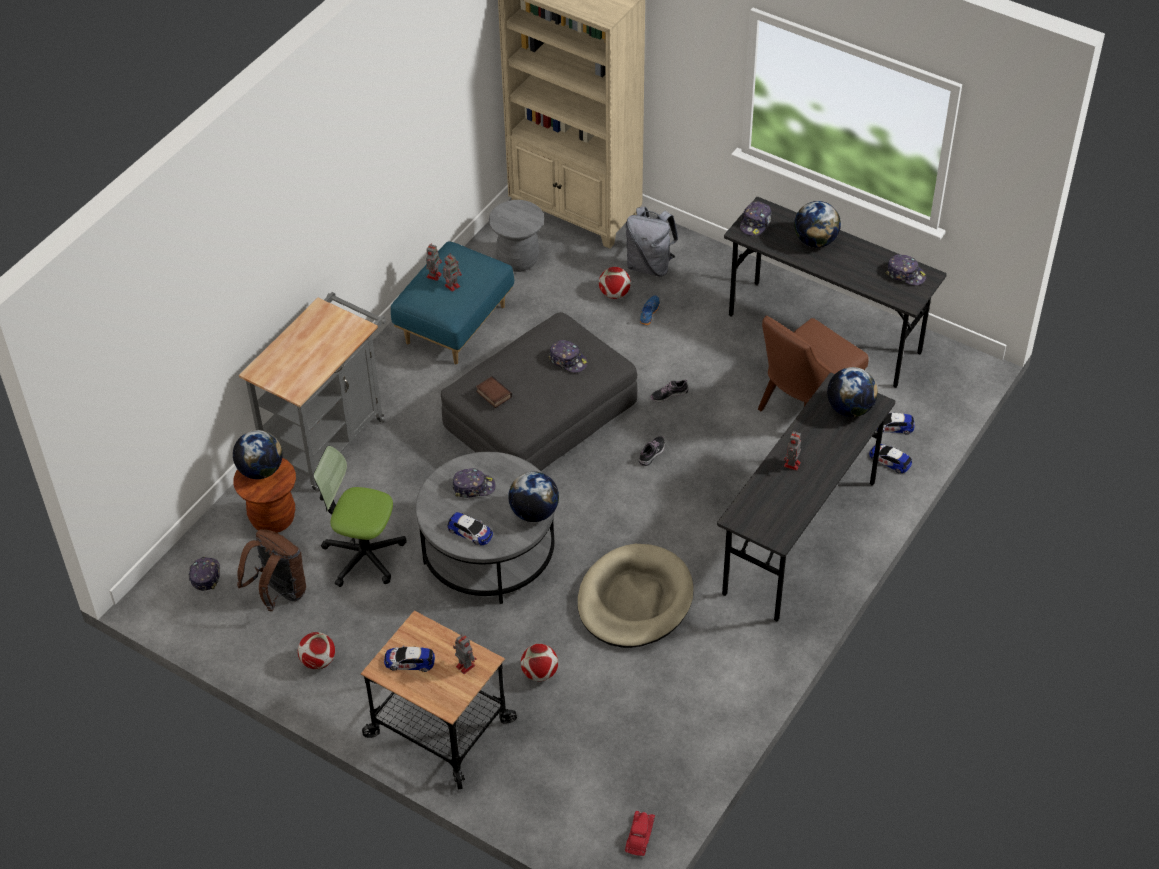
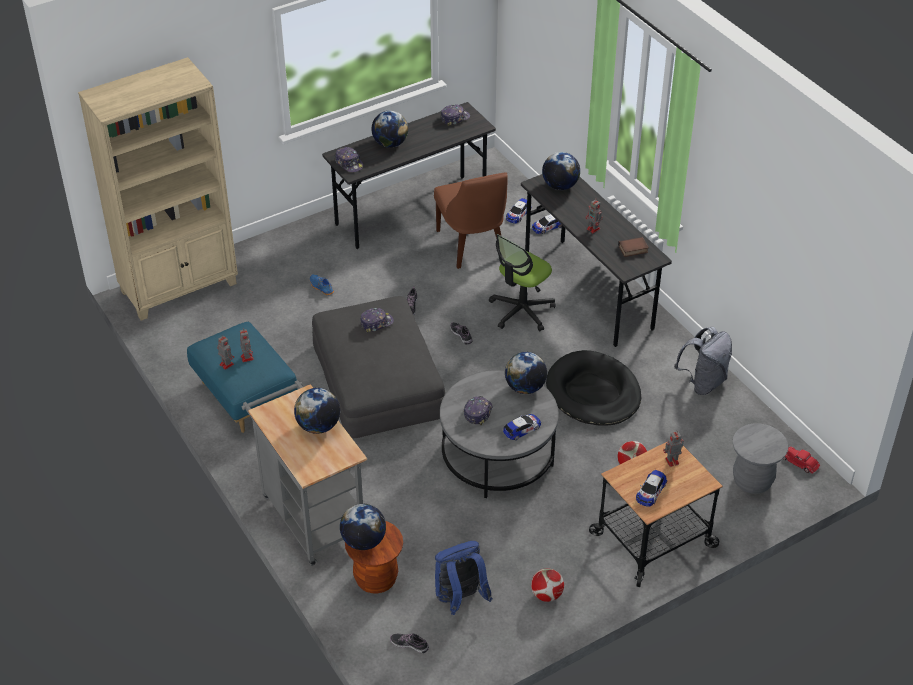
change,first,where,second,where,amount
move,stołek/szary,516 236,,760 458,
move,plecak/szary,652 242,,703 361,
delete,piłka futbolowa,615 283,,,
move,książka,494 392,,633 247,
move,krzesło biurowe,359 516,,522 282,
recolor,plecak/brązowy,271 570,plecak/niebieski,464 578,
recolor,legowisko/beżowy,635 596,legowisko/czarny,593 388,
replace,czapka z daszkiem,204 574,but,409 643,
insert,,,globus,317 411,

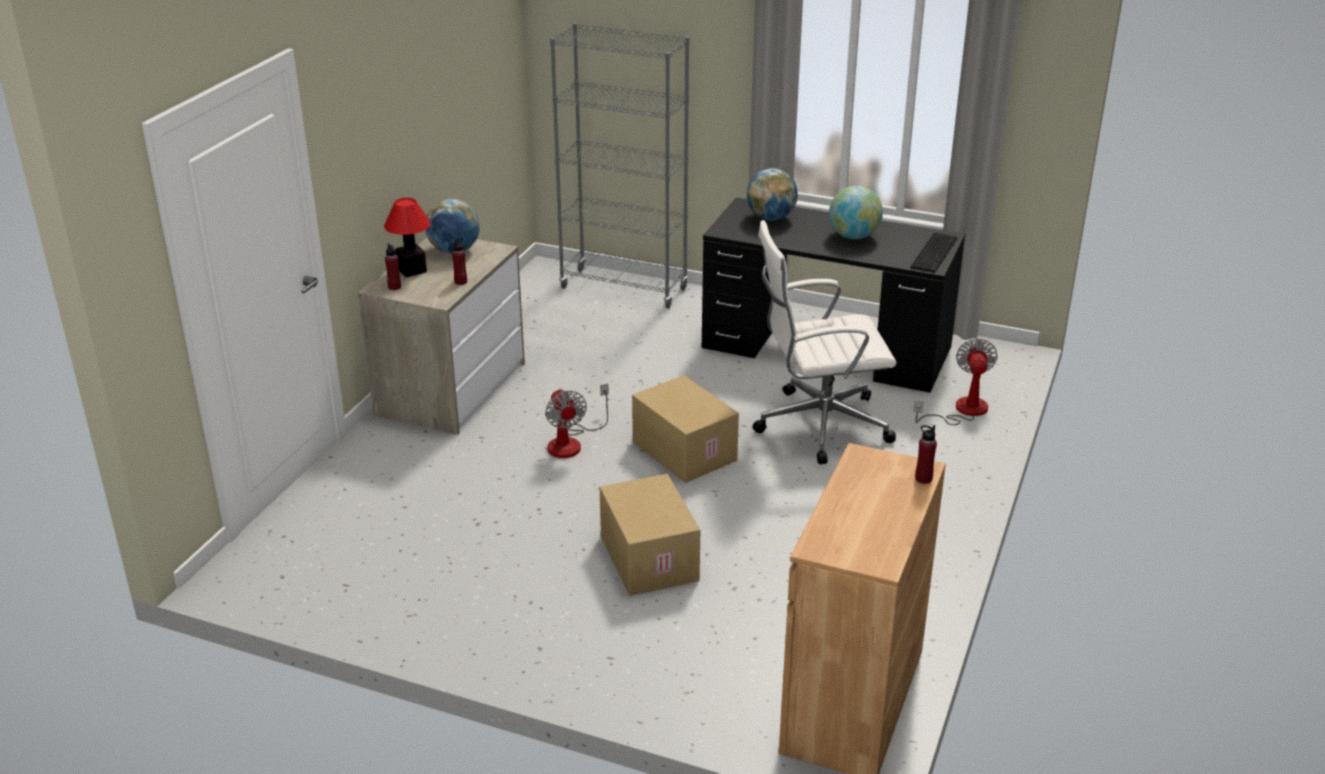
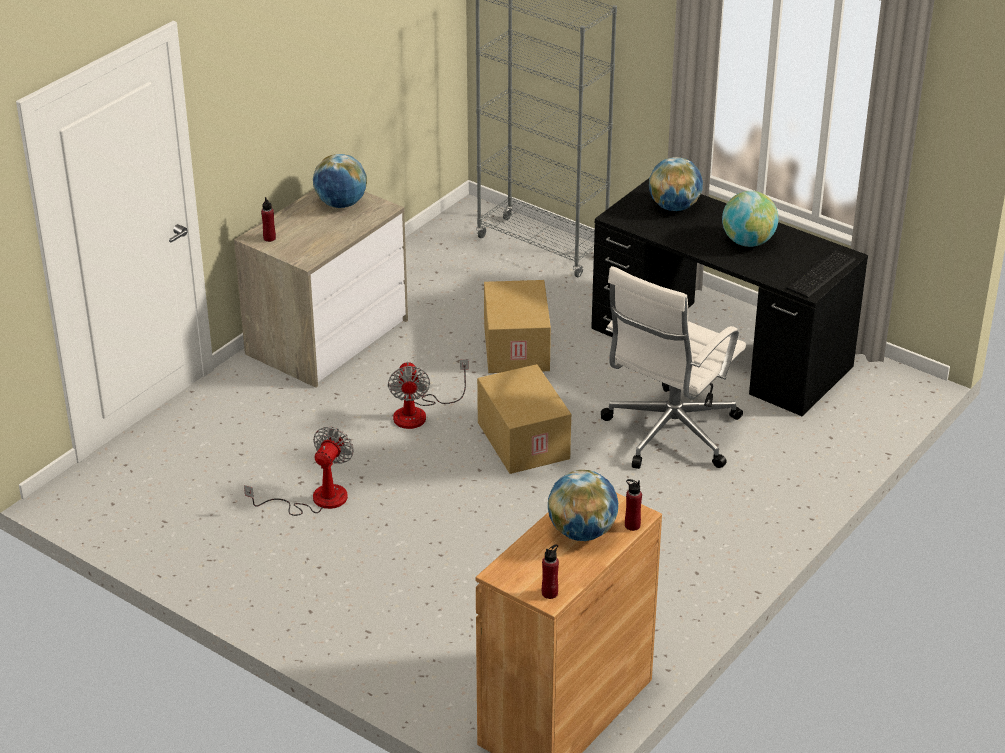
change,first,where,second,where,amount
delete,lampa stołowa,407 237,,,
rotate,krzesło biurowe/biały,824 342,,673 367,60 degrees counterclockwise
move,butelka/czerwony,459 261,,550 571,
move,wentylator,955 381,,299 471,
move,karton,650 535,,517 326,
insert,,,globus,583 505,

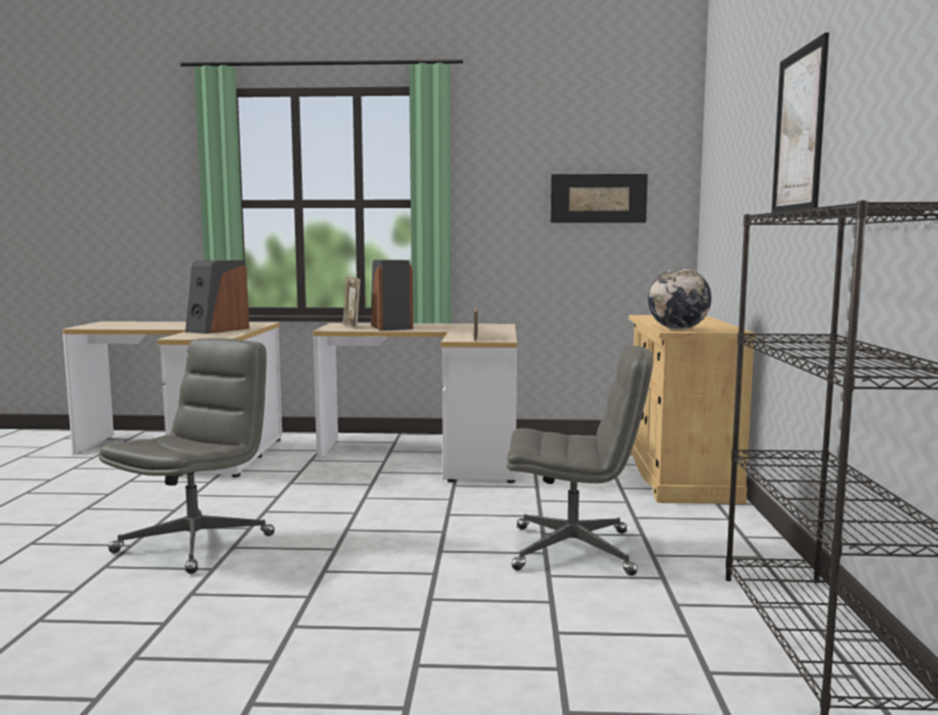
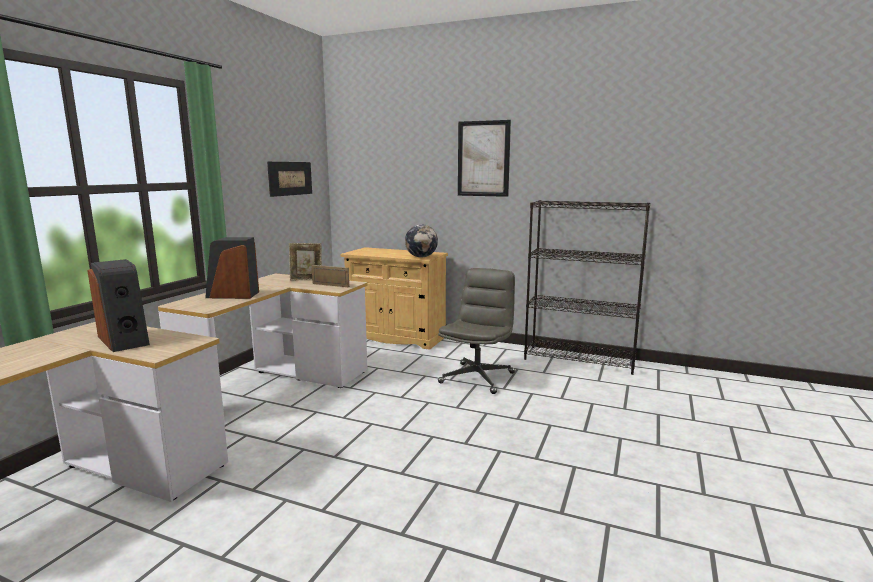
change,first,where,second,where,amount
move,ramka na zdjęcie,351 302,,305 262,
delete,krzesło biurowe/szary,187 456,,,

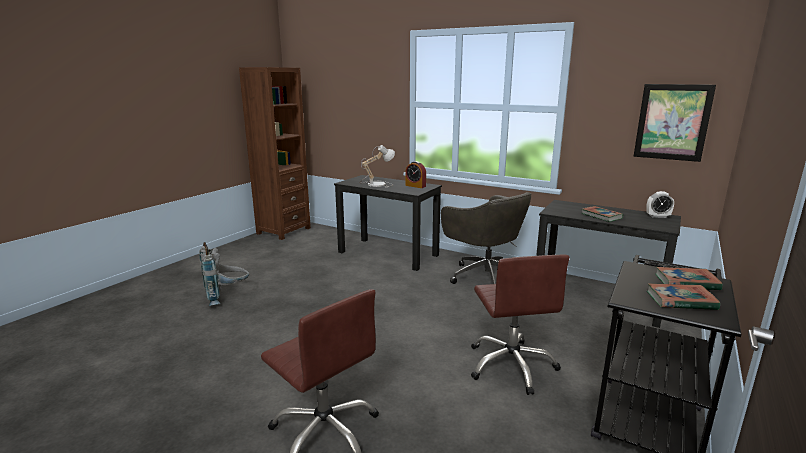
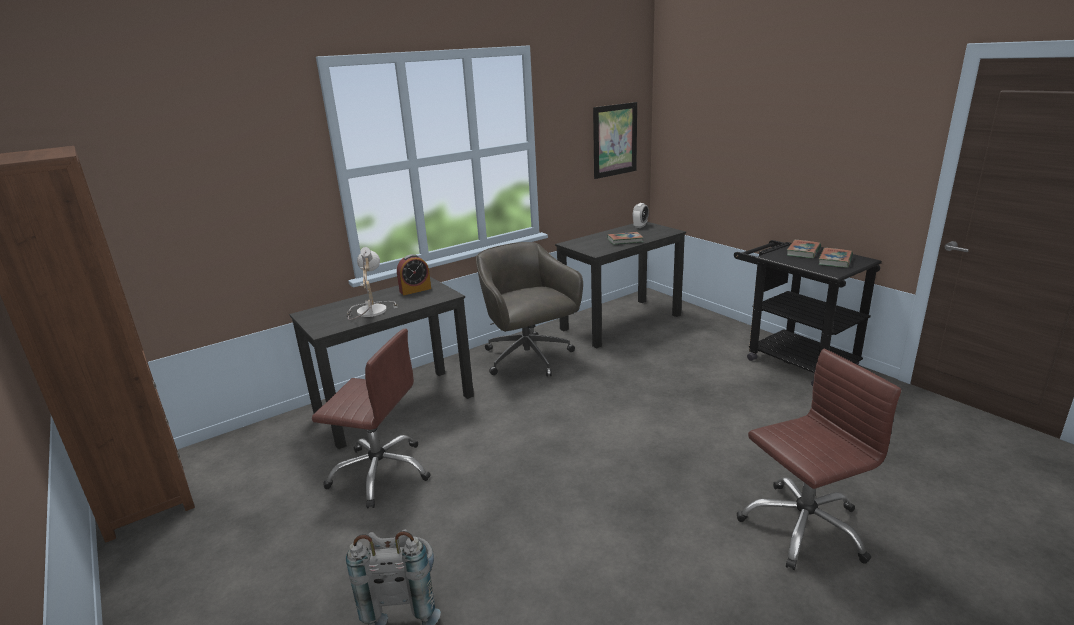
change,first,where,second,where,amount
rotate,krzesło biurowe/szary,486 238,,529 309,105 degrees counterclockwise
move,krzesło biurowe/brązowy,520 325,,371 418,

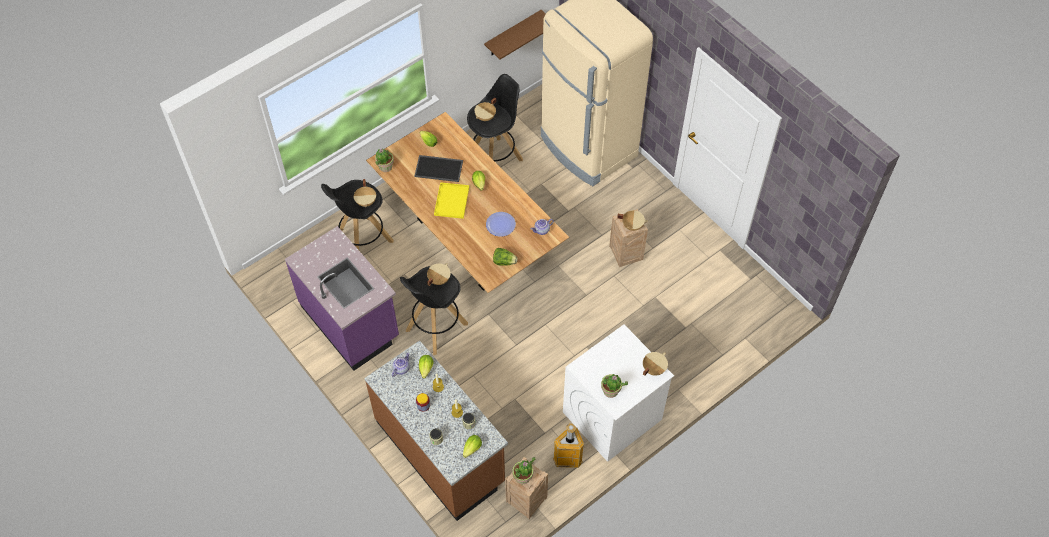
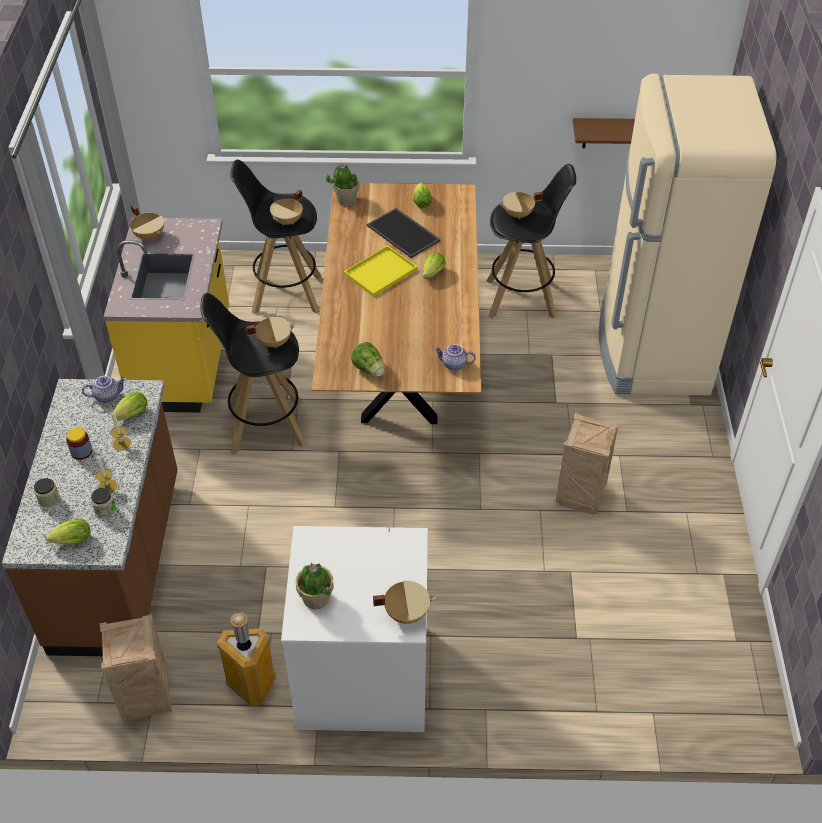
change,first,where,second,where,amount
move,garnek/beżowy,632 220,,147 222,
delete,talerz,501 224,,,
recolor,zabudowa kuchenna/fioletowy,342 298,zabudowa kuchenna/żółty,166 315,
delete,roślina doniczkowa,523 470,,,

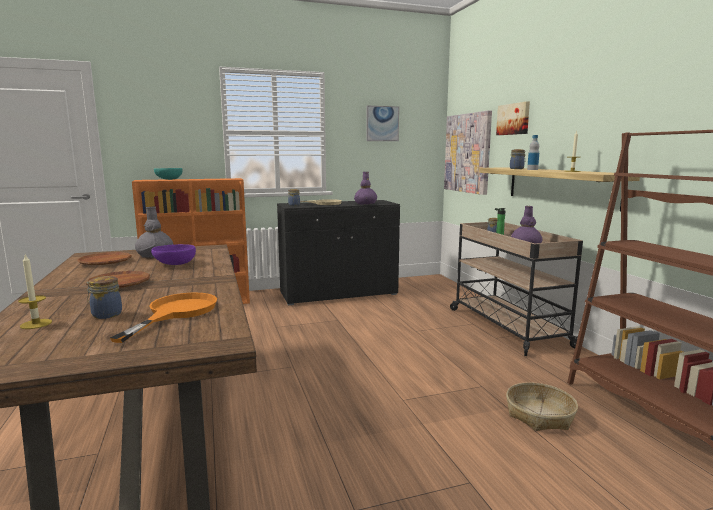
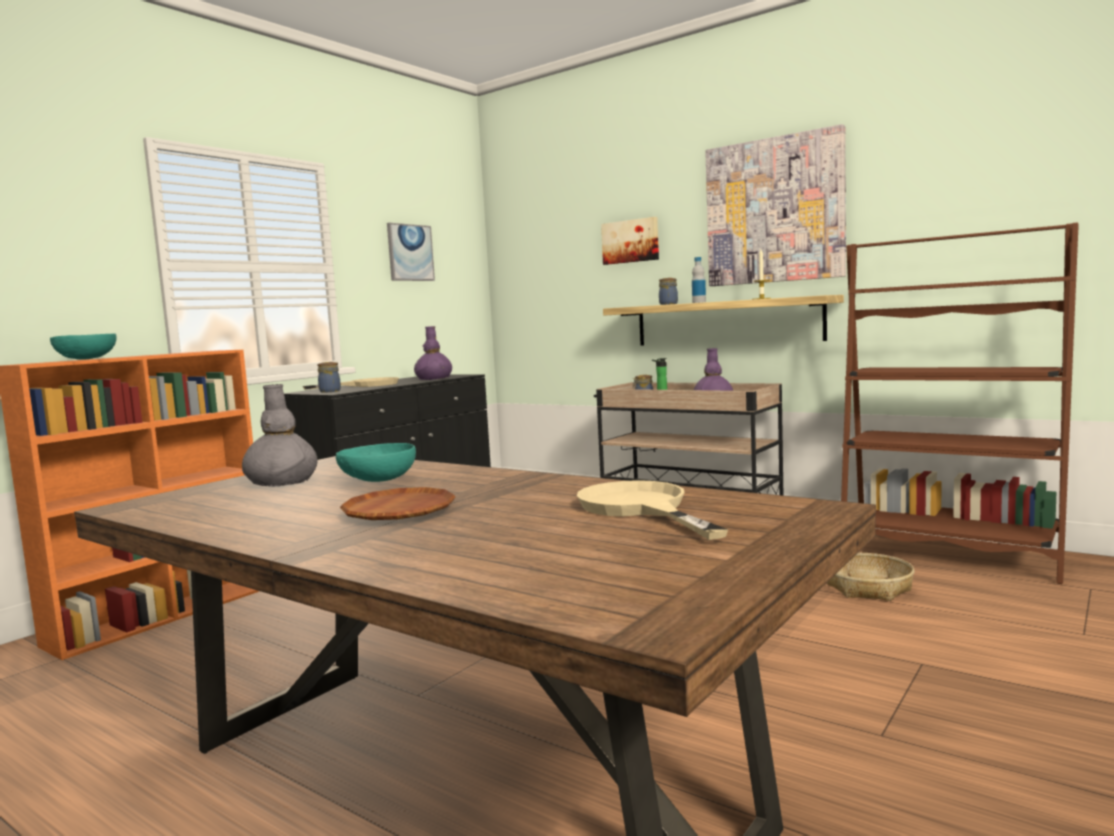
change,first,where,second,where,amount
move,obraz,468 153,,775 205,
recolor,miska/fioletowy,173 254,miska/turkusowy,376 462,
delete,talerz/brązowy,105 258,,,
delete,świeca,35 292,,,
delete,słoik,104 297,,,
recolor,patelnia/pomarańczowy,163 318,patelnia/beżowy,652 510,

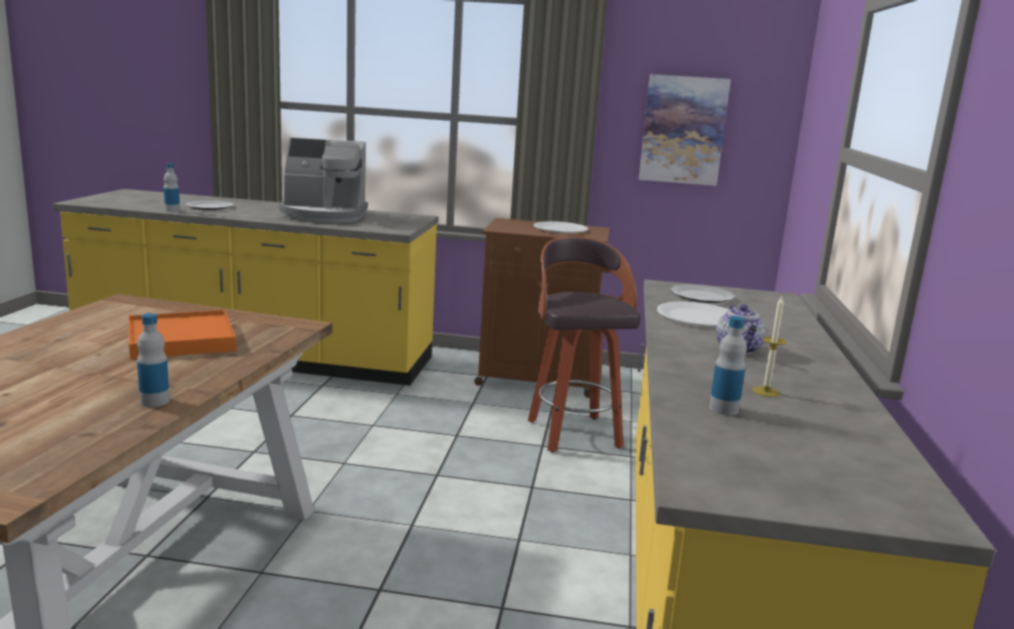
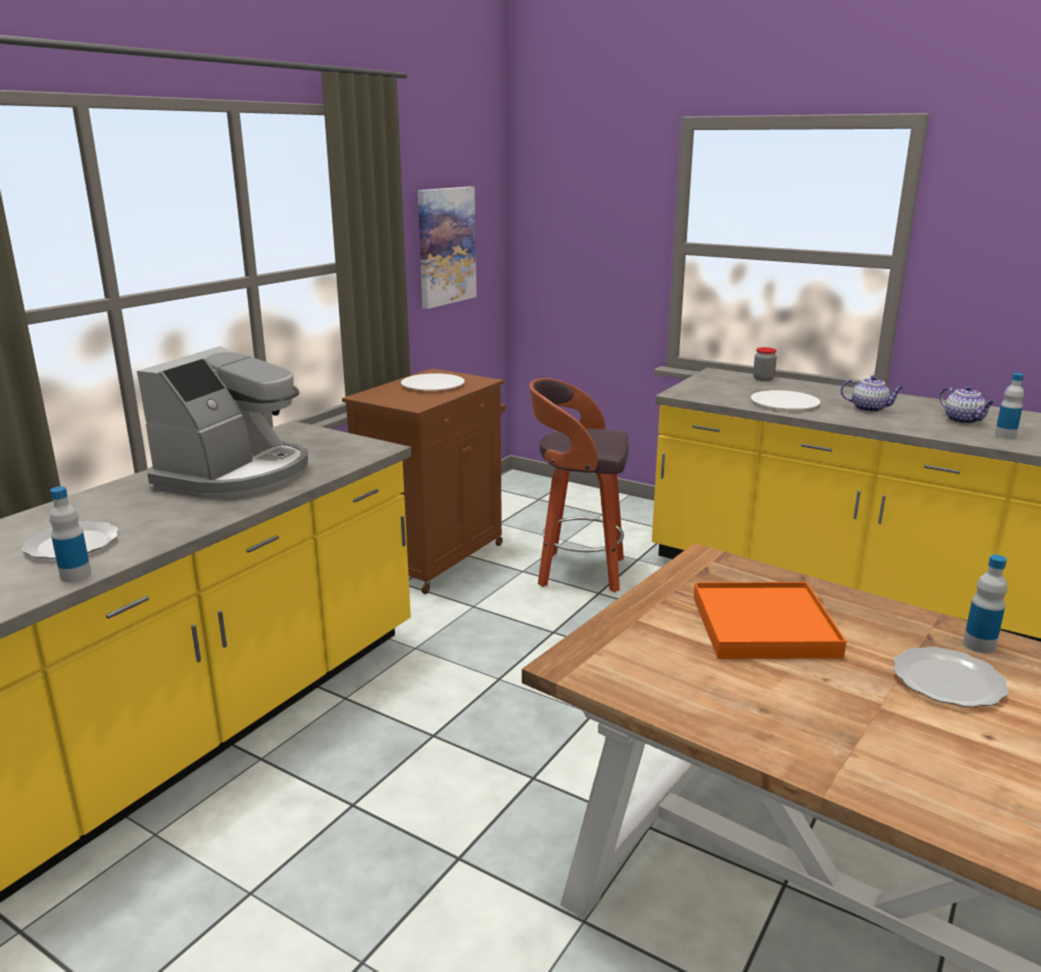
change,first,where,second,where,amount
move,talerz,702 293,,951 677,
replace,świeca,769 346,imbryk,967 405,
insert,,,słoik,765 364,

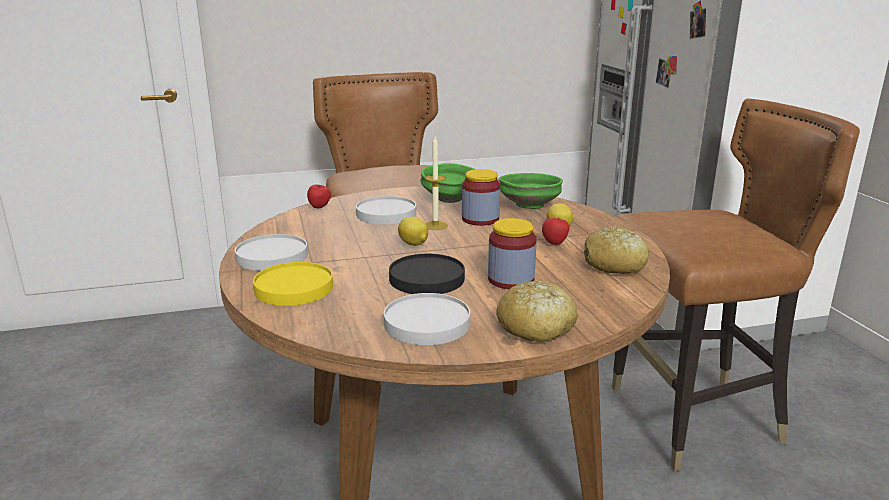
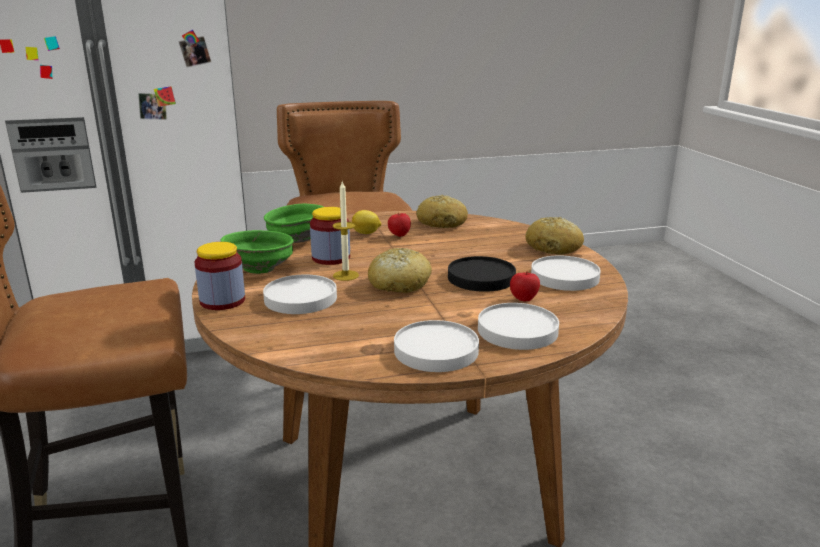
change,first,where,second,where,amount
move,jabłko,319 196,,525 286,
replace,cytryna,413 231,chleb,400 270,
move,słoik,512 253,,219 276,
recolor,talerz/żółty,293 284,talerz/biały,518 326,

